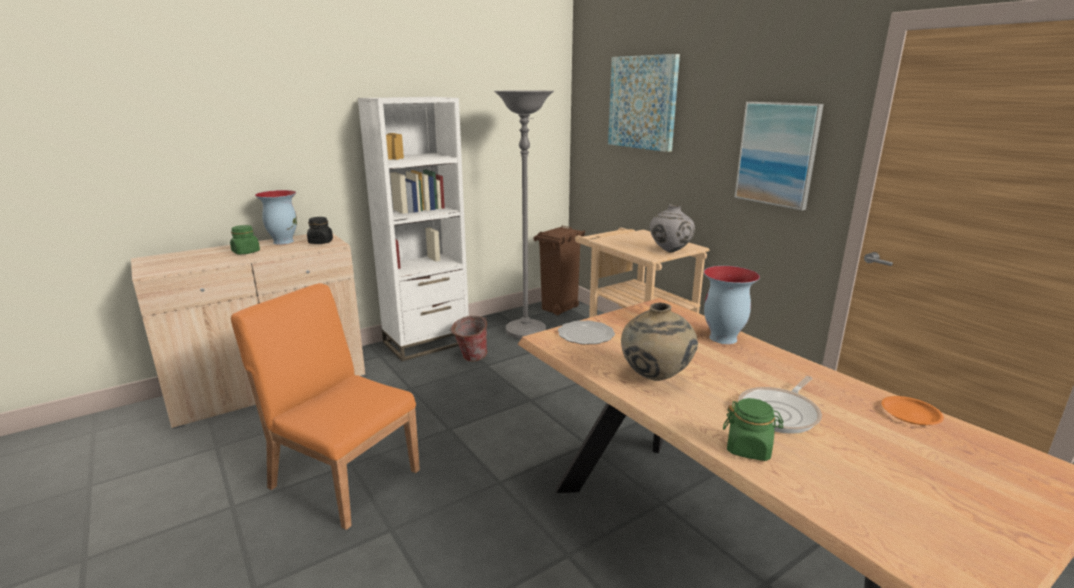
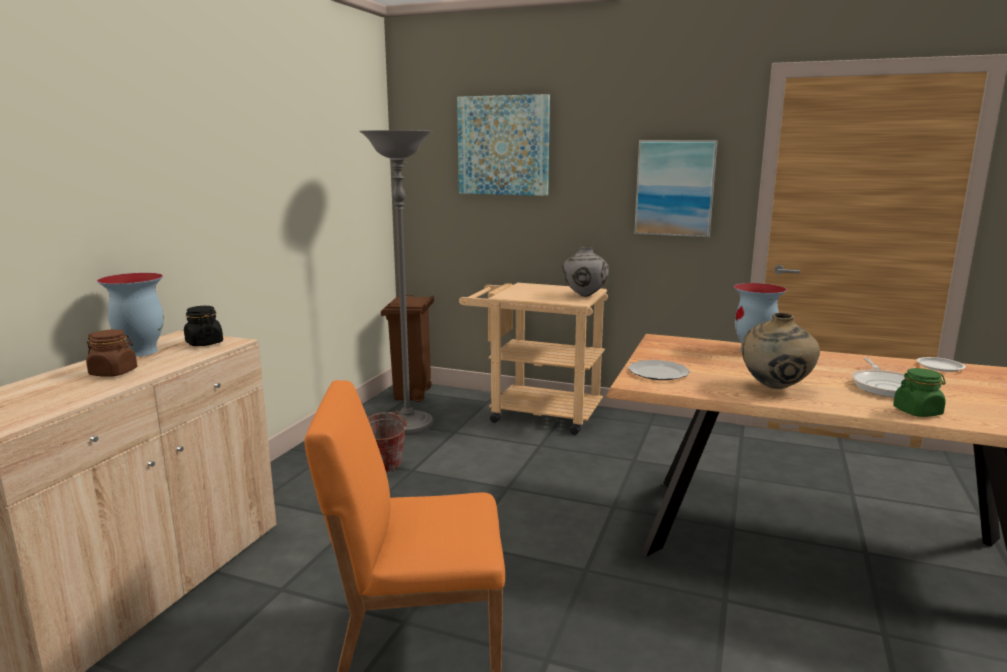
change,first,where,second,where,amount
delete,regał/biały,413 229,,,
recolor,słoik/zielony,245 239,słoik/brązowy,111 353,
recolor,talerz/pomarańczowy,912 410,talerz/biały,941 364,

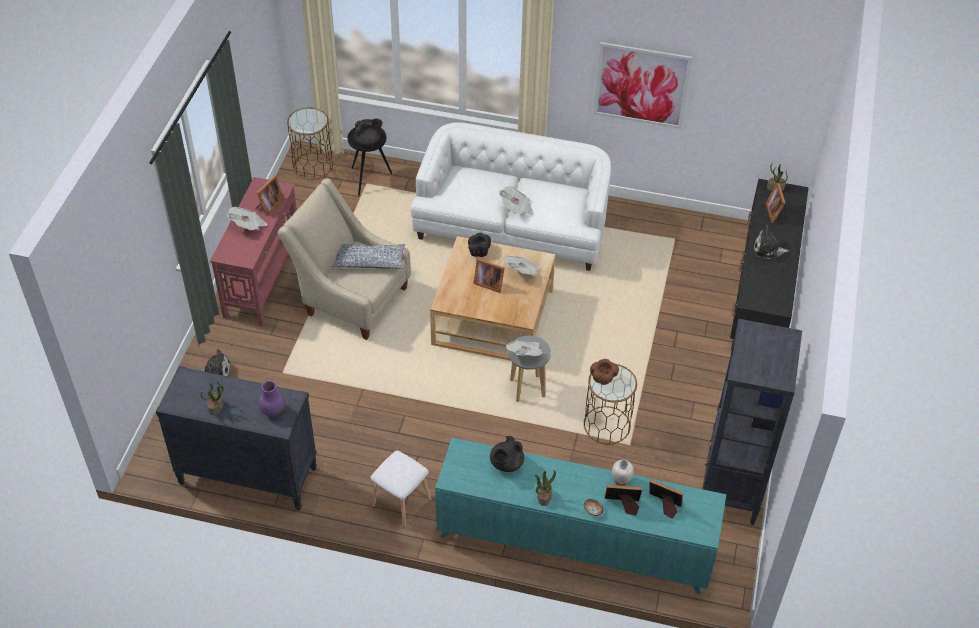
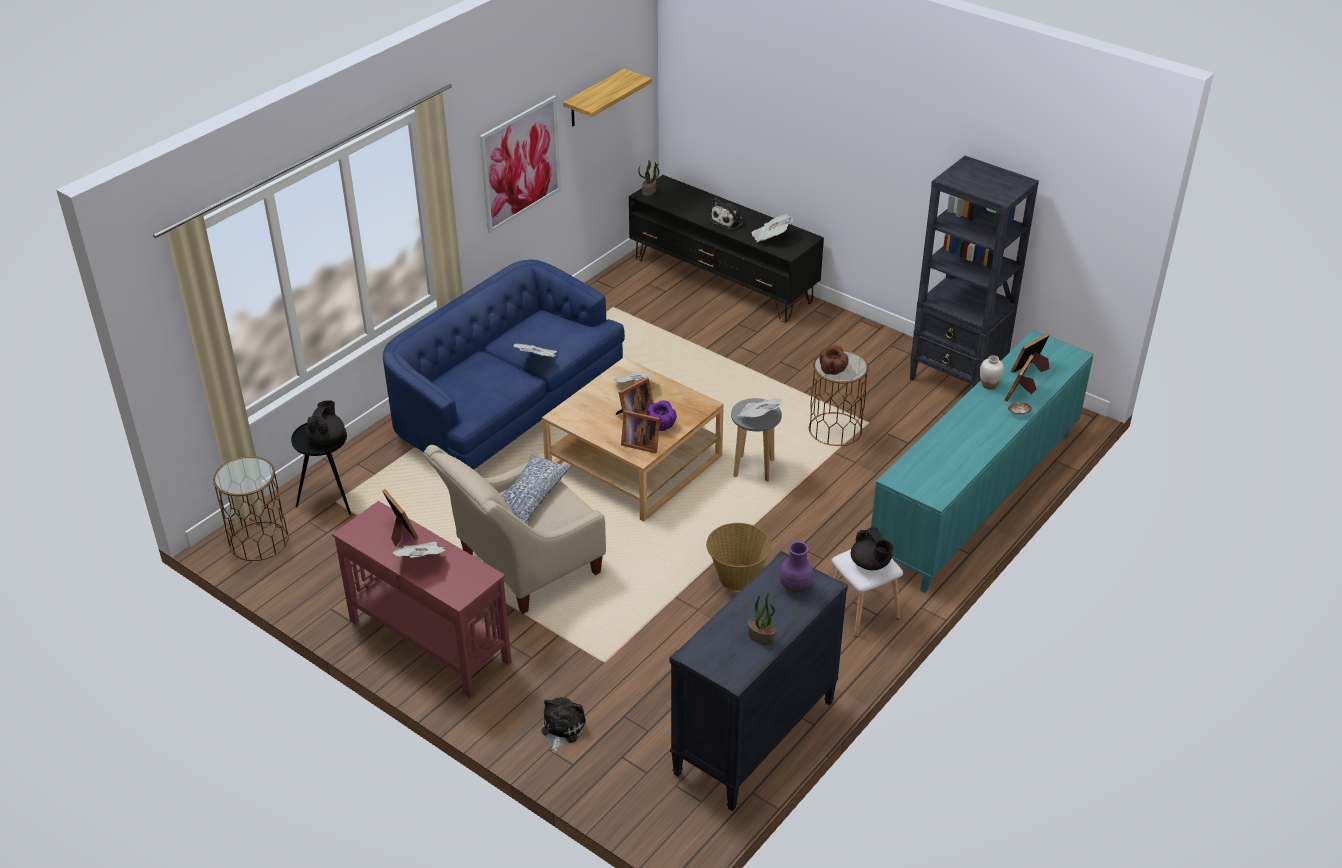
change,first,where,second,where,amount
recolor,kanapa/biały,511 196,kanapa/niebieski,504 365,
move,ramka na zdjęcie,775 203,,640 431,
delete,miska/czarny,479 245,,,
move,imbryk/czarny,507 454,,872 548,
delete,roślina doniczkowa,545 488,,,
insert,,,półka,607 97,
insert,,,gazeta,772 228,
insert,,,miska/fioletowy,662 415,
insert,,,koszyk,739 557,

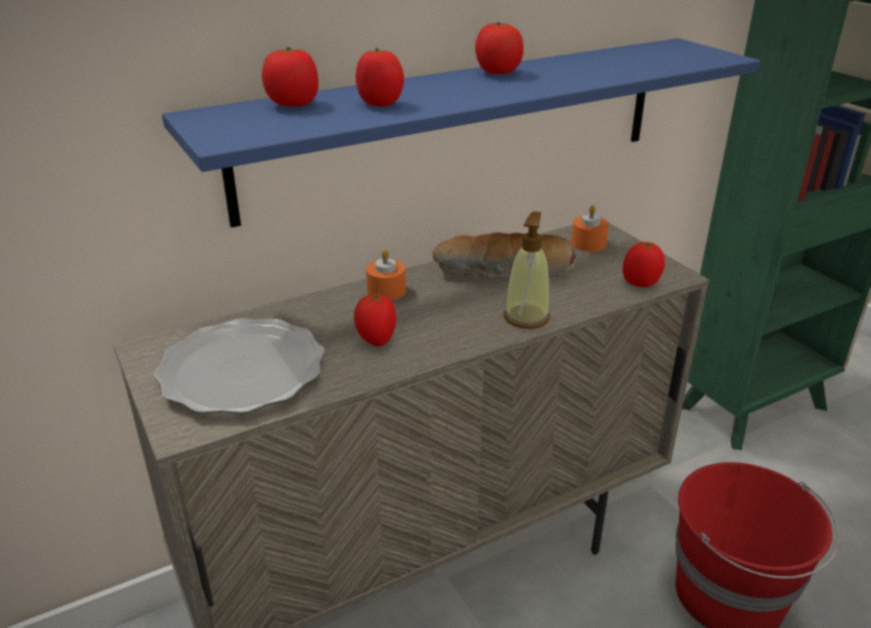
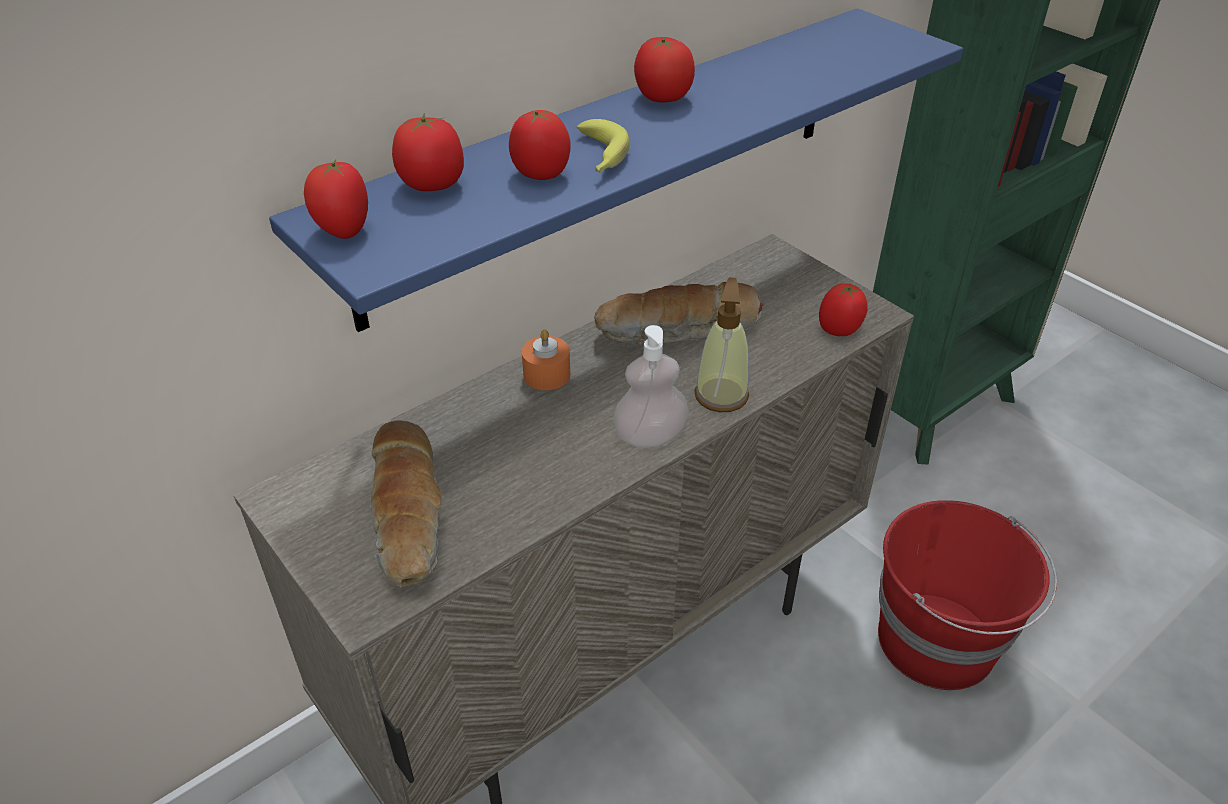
change,first,where,second,where,amount
delete,świeca/pomarańczowy,590 228,,,
move,pomidor,375 319,,336 199,
replace,talerz,239 366,chleb,406 503,
insert,,,banan,603 146,
insert,,,dozownik mydła,651 386,

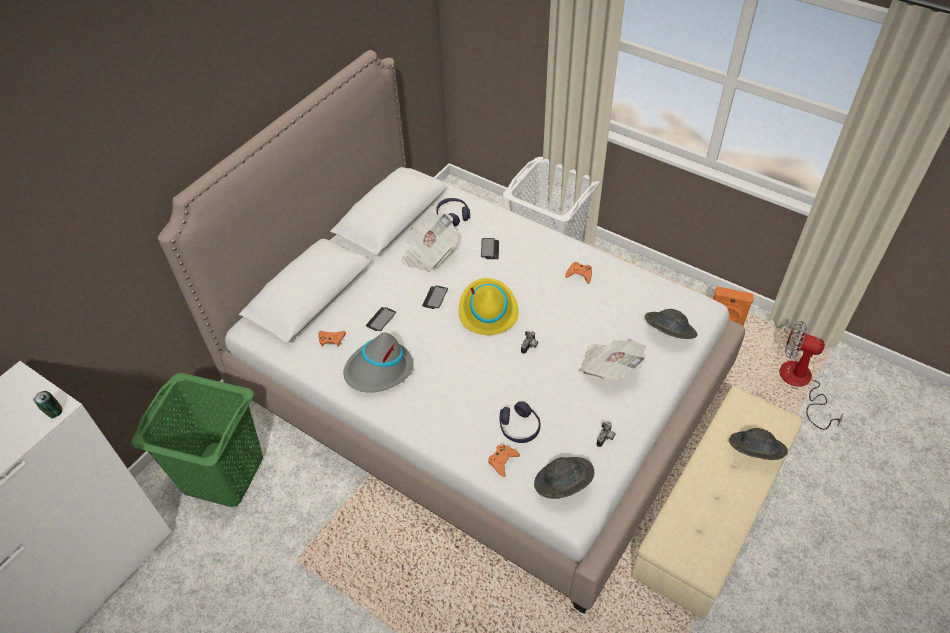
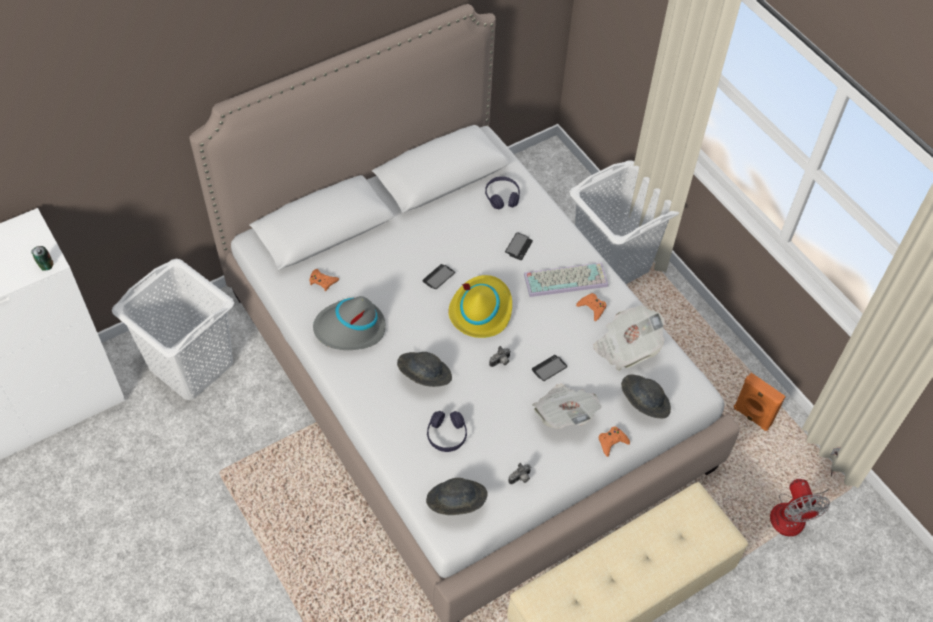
change,first,where,second,where,amount
move,gazeta,430 242,,629 338,
move,telefon,381 319,,549 368,
rotate,wentylator,811 375,,805 491,150 degrees counterclockwise
recolor,kosz na pranie/zielony,197 440,kosz na pranie/biały,173 329,
move,kapelusz/szary,758 444,,424 369,
move,pad do gier/pomarańczowy,504 461,,614 442,
insert,,,klawiatura,566 279,

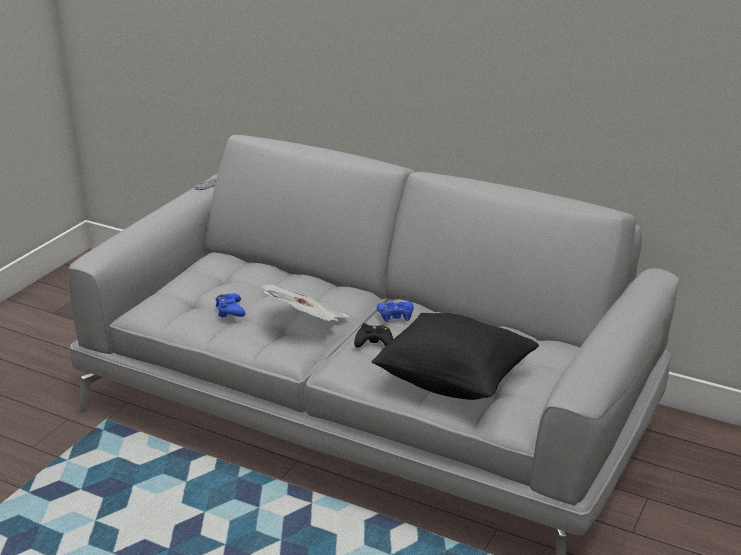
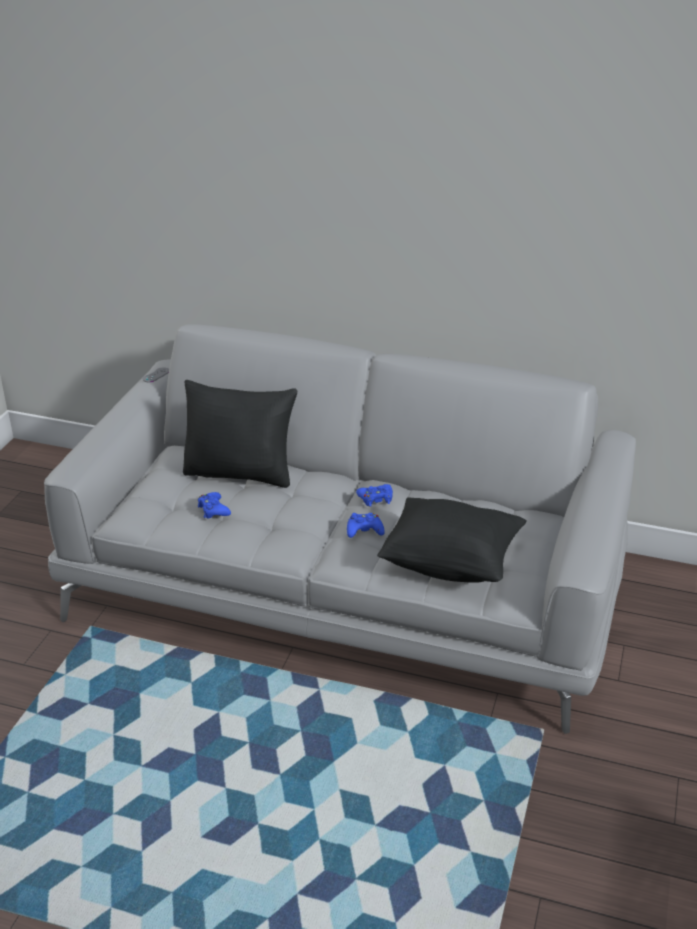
change,first,where,second,where,amount
delete,gazeta,305 302,,,
recolor,pad do gier/czarny,373 335,pad do gier/niebieski,366 525,
insert,,,poduszka/czarny,240 434,

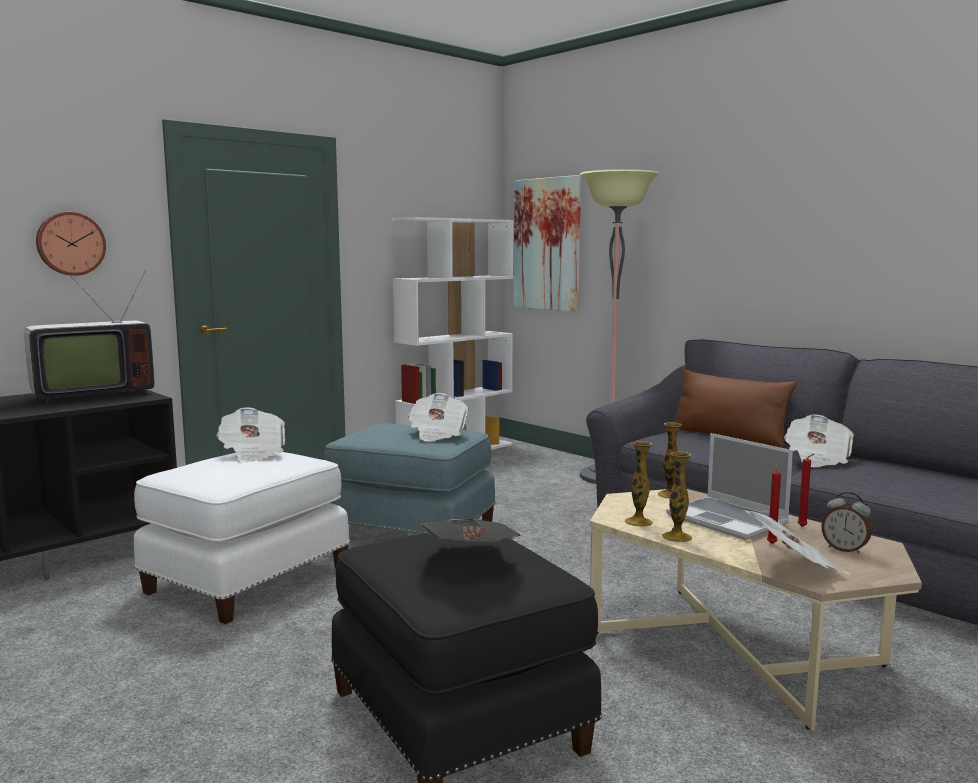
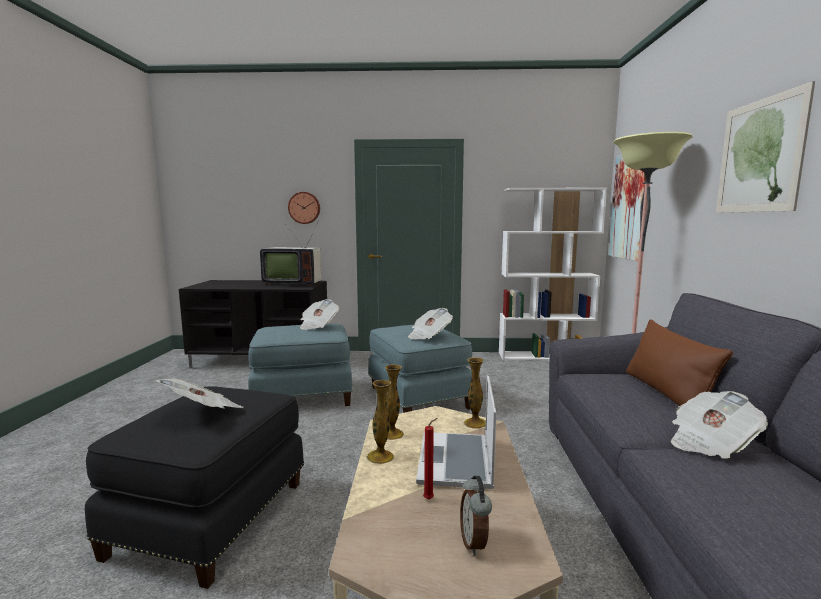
change,first,where,second,where,amount
recolor,pufa/biały,242 538,pufa/niebieski,300 365,
delete,świeca/czerwony,806 490,,,
delete,gazeta,798 542,,,
insert,,,obraz,765 147,

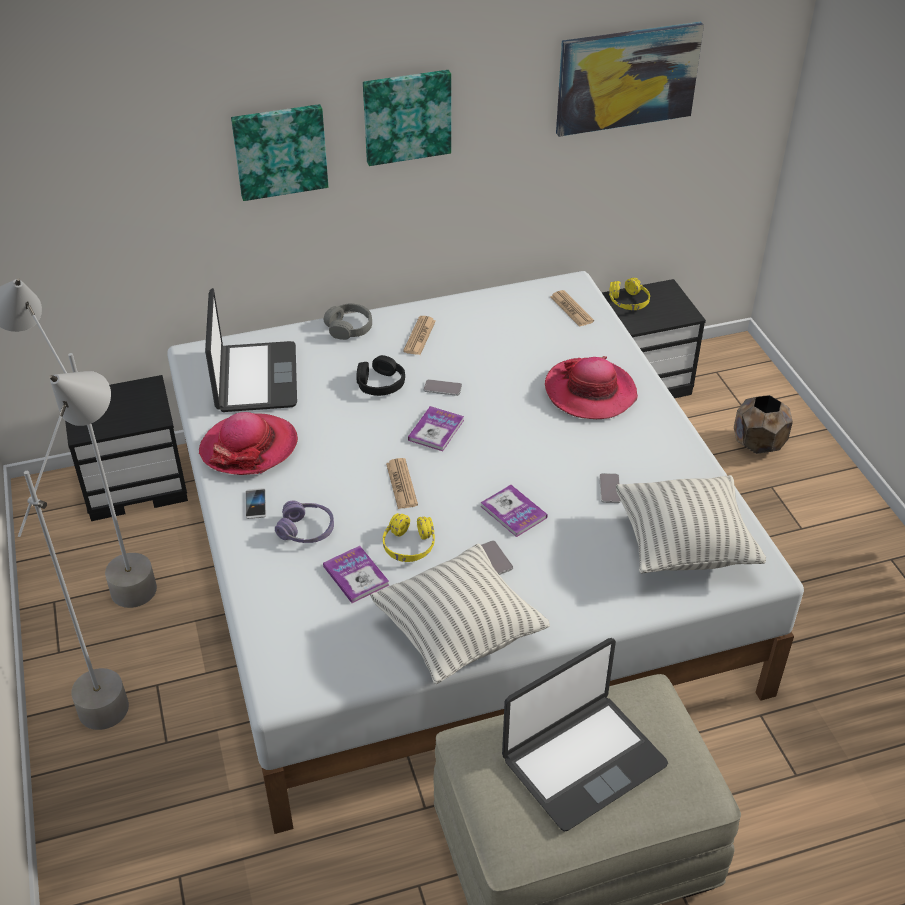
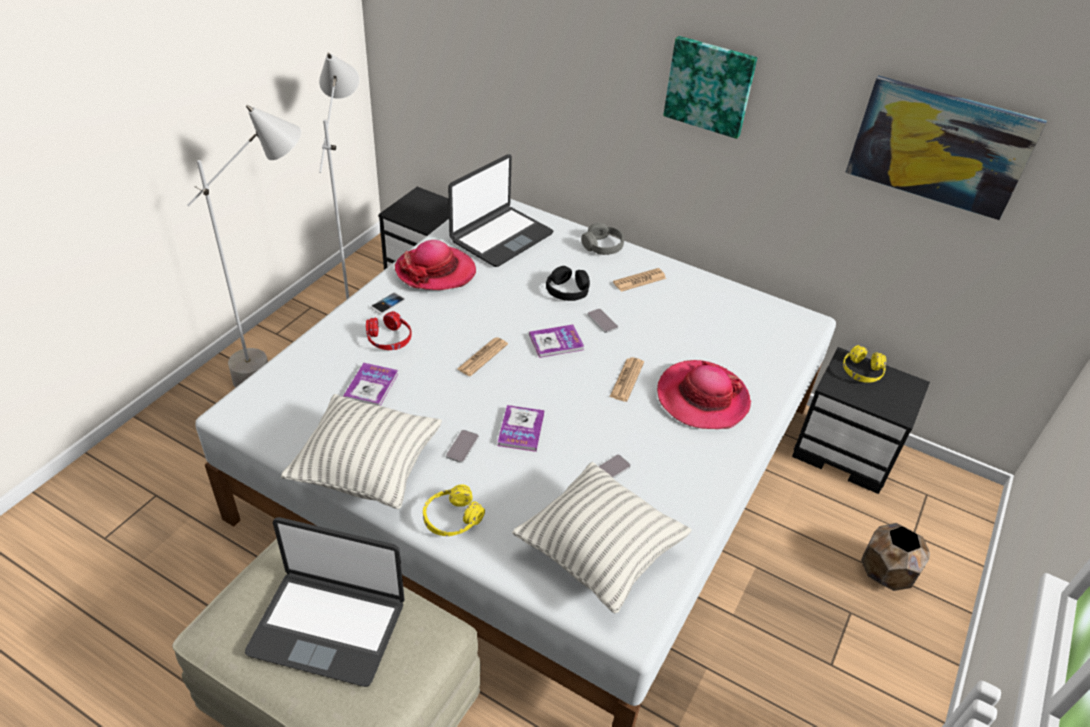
change,first,where,second,where,amount
delete,obraz,279 152,,,
move,gazeta,572 308,,627 379,
recolor,słuchawki/fioletowy,304 521,słuchawki/czerwony,389 330,
move,słuchawki/żółty,409 537,,454 510,

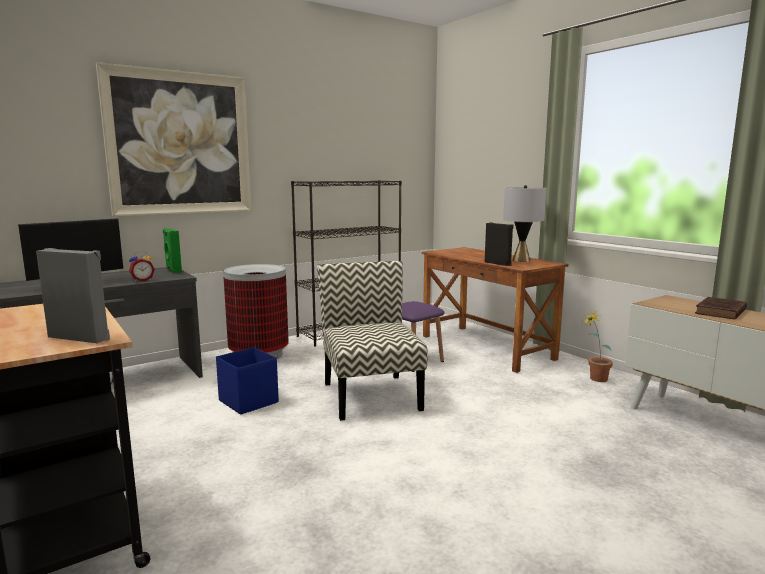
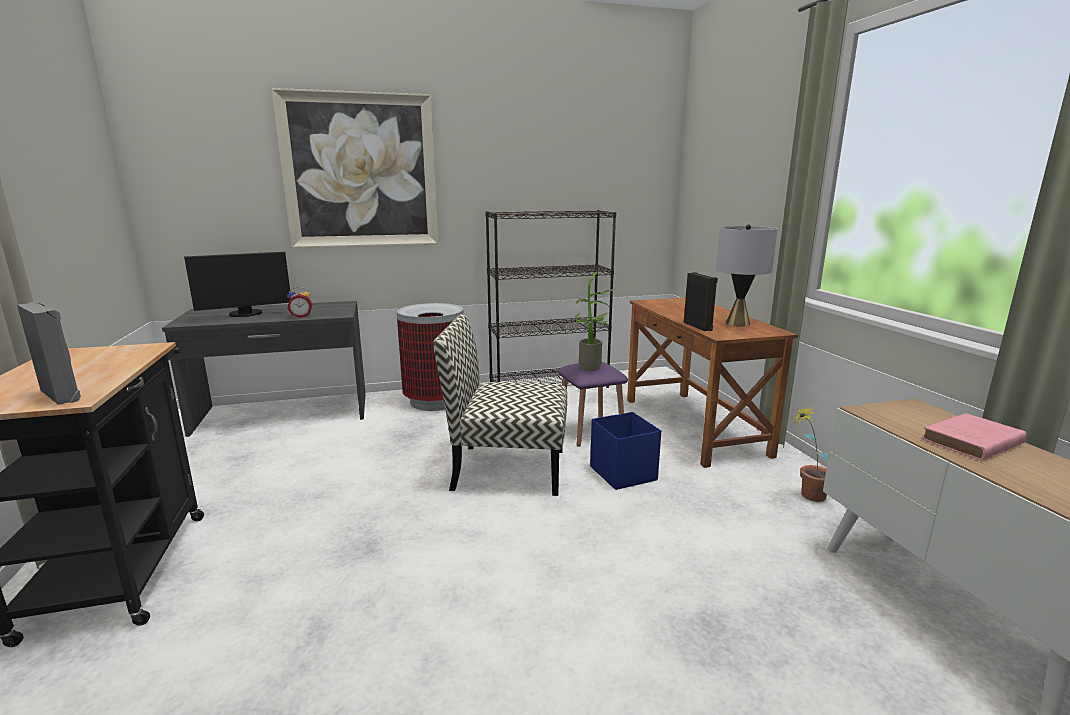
change,first,where,second,where,amount
delete,głośnik/zielony,172 250,,,
rotate,krzesło,372 341,,500 405,90 degrees counterclockwise
recolor,książka/brązowy,721 308,książka/różowy,974 437,
move,pojemnik do przechowywania/niebieski,247 381,,625 451,
insert,,,roślina doniczkowa,595 321,

